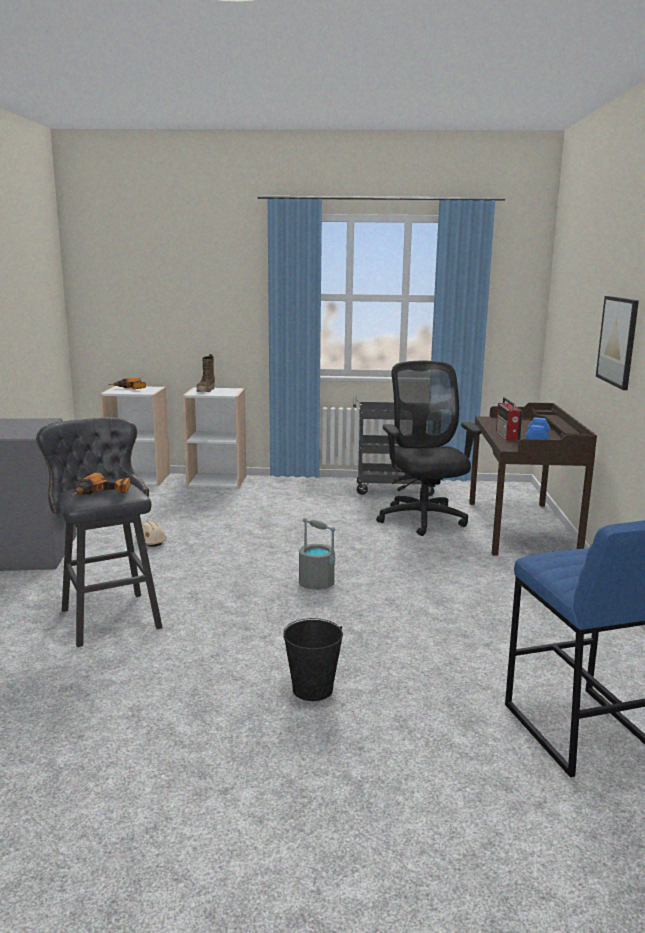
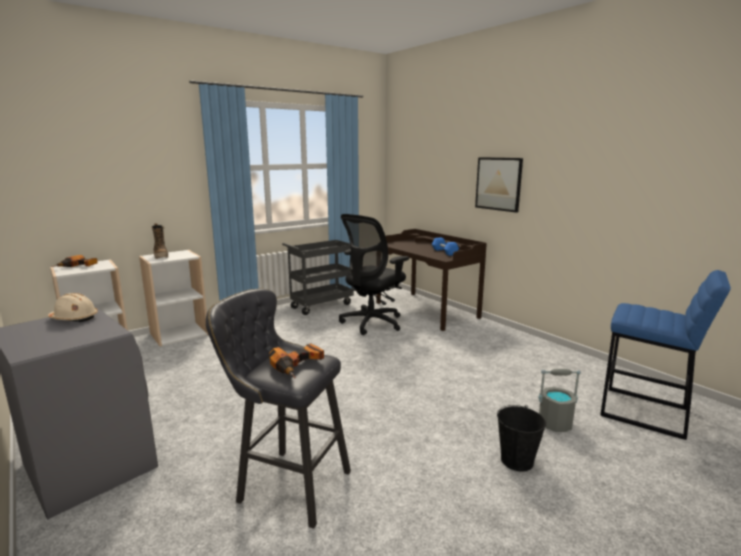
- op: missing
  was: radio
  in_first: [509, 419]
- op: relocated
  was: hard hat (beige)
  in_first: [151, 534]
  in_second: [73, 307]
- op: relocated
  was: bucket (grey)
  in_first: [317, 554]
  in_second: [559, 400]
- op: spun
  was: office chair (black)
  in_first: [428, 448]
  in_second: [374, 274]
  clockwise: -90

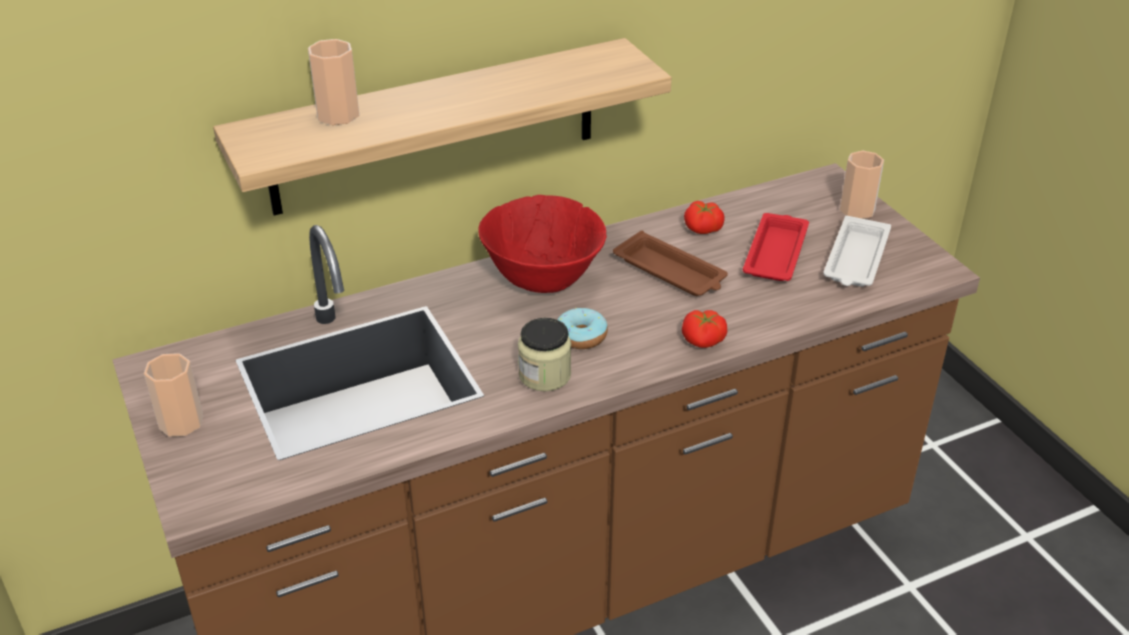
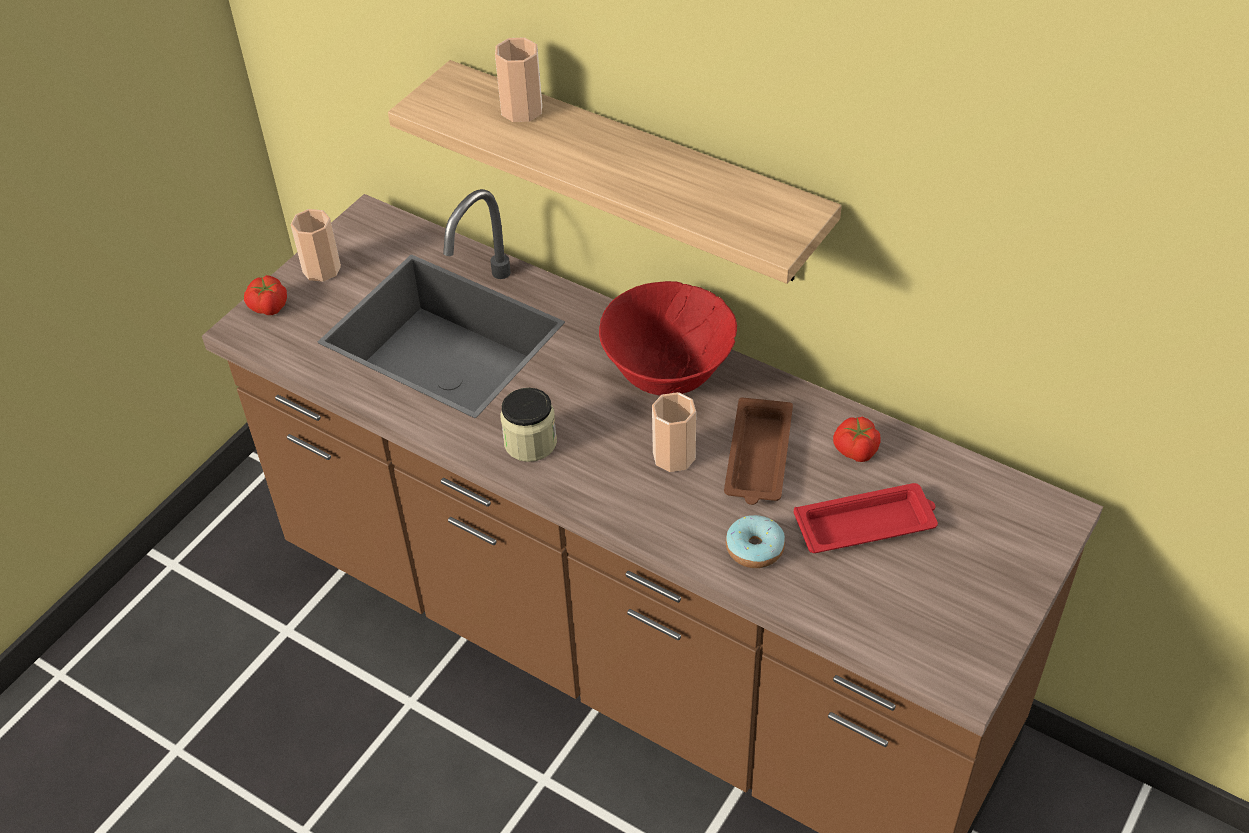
- op: missing
  was: tray (white)
  in_first: [857, 251]
- op: relocated
  was: donut
  in_first: [582, 328]
  in_second: [755, 541]
- op: relocated
  was: tomato
  in_first: [704, 329]
  in_second: [265, 295]
- op: relocated
  was: cup
  in_first: [862, 185]
  in_second: [674, 432]

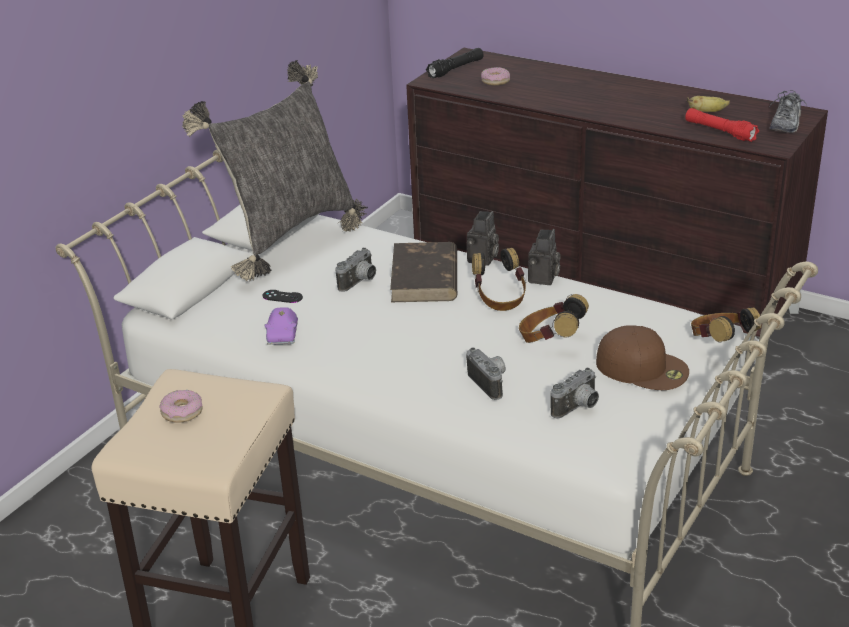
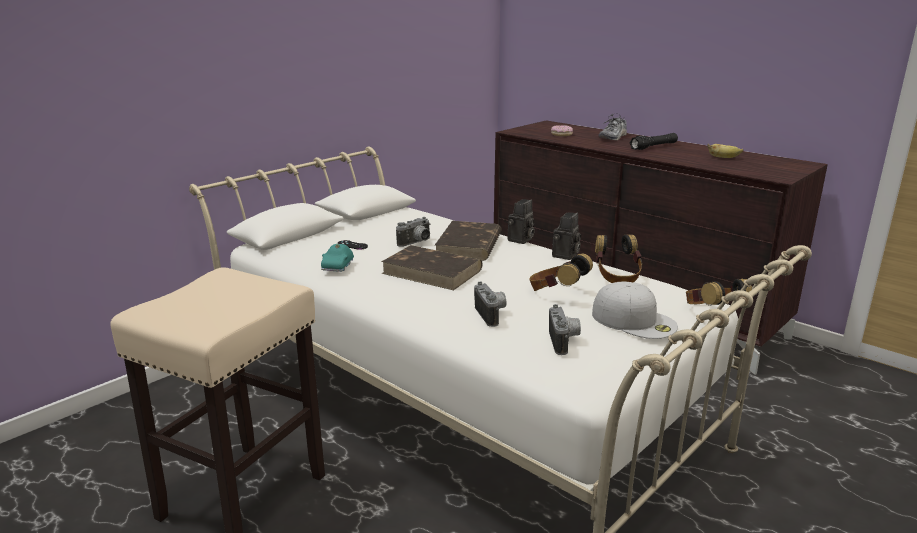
- op: missing
  was: donut
  in_first: [181, 406]
- op: missing
  was: pillow
  in_first: [275, 170]
- op: missing
  was: flashlight (red)
  in_first: [722, 125]
- op: appeared
  now: book (brown)
  in_second: [431, 267]
- op: relocated
  was: flashlight (black)
  in_first: [454, 63]
  in_second: [653, 141]
- op: relocated
  was: headphones
  in_first: [499, 279]
  in_second: [619, 259]
- op: relocated
  was: shoe
  in_first: [788, 111]
  in_second: [612, 126]
- op: colour
  was: toy car (purple)
  now: toy car (turquoise)
  in_first: [281, 326]
  in_second: [337, 258]
- op: colour
  was: cap (brown)
  now: cap (white)
  in_first: [642, 357]
  in_second: [635, 310]
- op: spun
  was: photo camera
  in_first: [575, 393]
  in_second: [565, 329]
  clockwise: -60

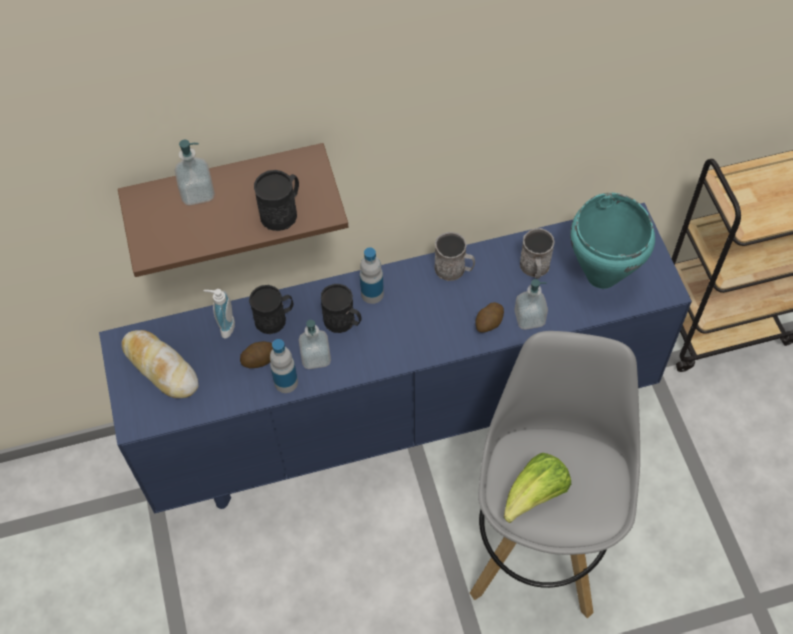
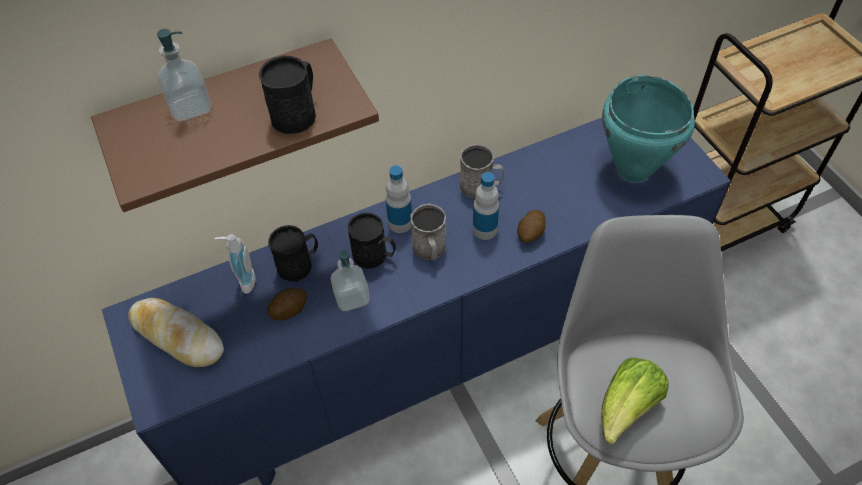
- op: missing
  was: soap dispenser
  in_first: [531, 304]
- op: relocated
  was: bottle
  in_first: [284, 366]
  in_second: [486, 206]
- op: relocated
  was: mug (grey)
  in_first: [537, 253]
  in_second: [428, 232]

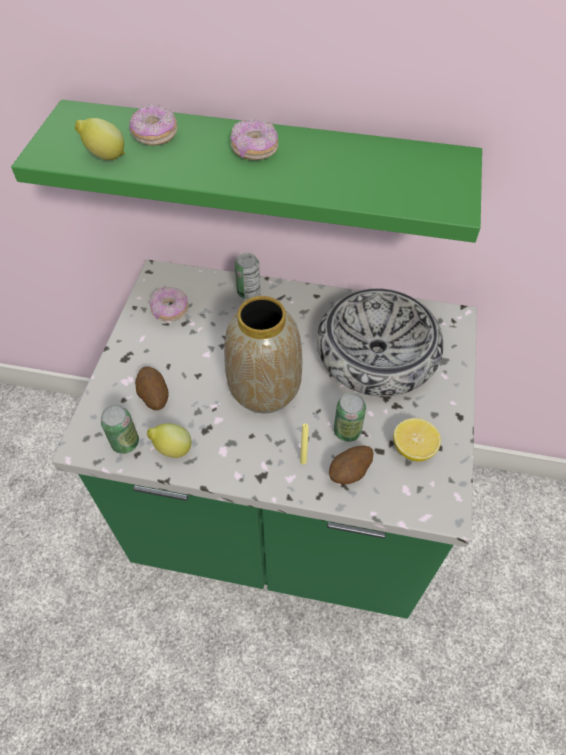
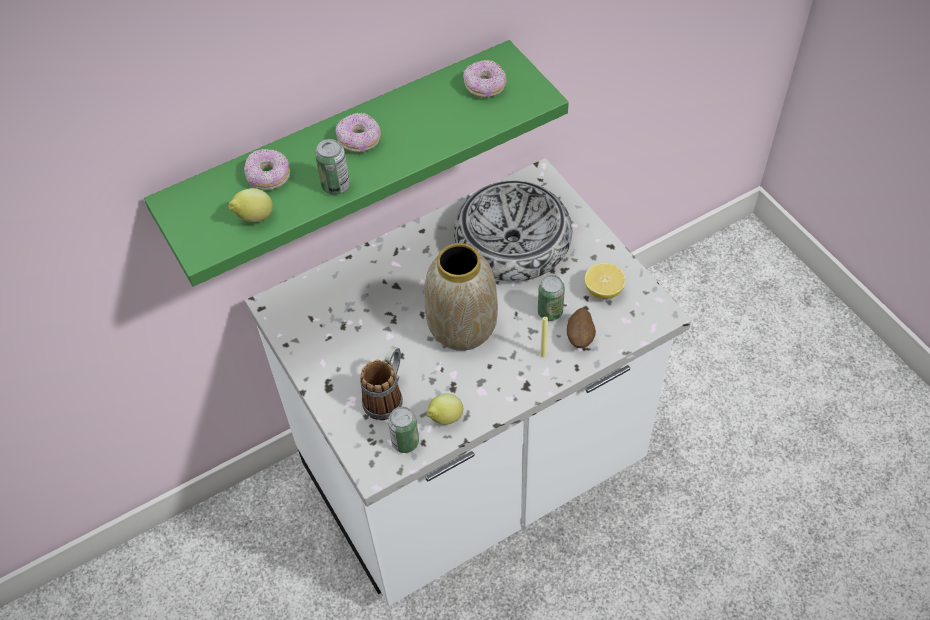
- op: relocated
  was: donut
  in_first: [168, 304]
  in_second: [484, 79]
- op: relocated
  was: can
  in_first: [247, 276]
  in_second: [332, 167]
- op: exchanged
  was: potato
  now: mug
  in_first: [152, 388]
  in_second: [381, 383]
- op: colour
  was: counter (green)
  now: counter (white)
  in_first: [264, 439]
  in_second: [468, 382]

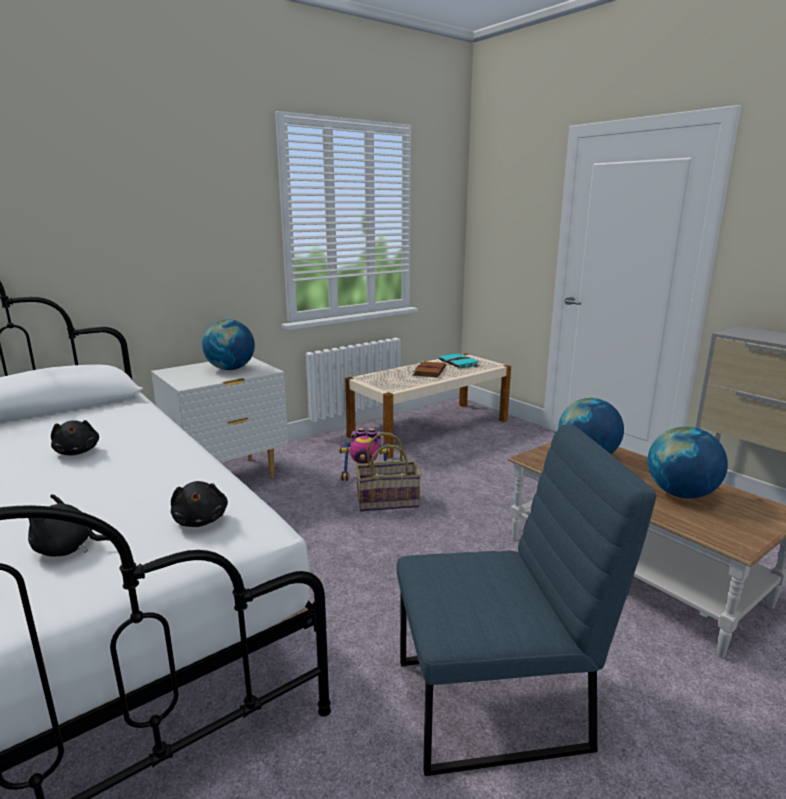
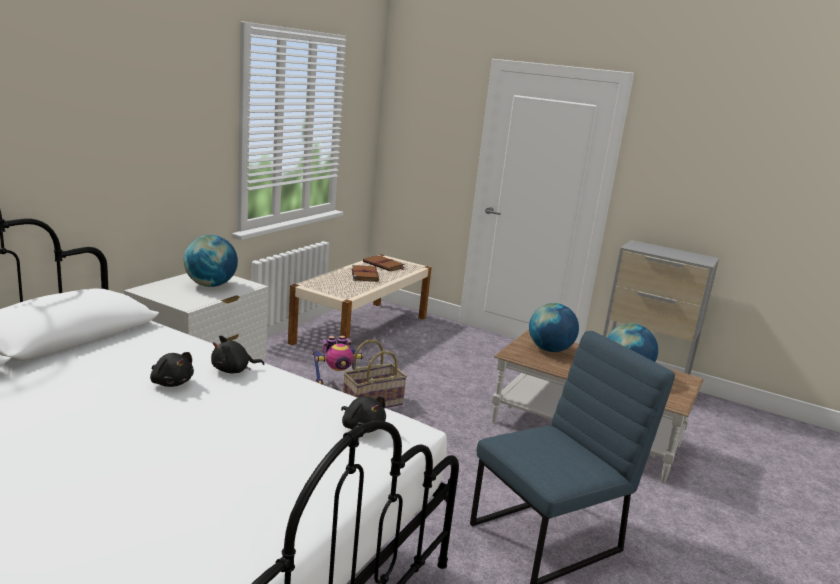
- op: relocated
  was: plush toy (black)
  in_first: [71, 525]
  in_second: [237, 355]
- op: colour
  was: book (turquoise)
  now: book (brown)
  in_first: [459, 360]
  in_second: [384, 263]

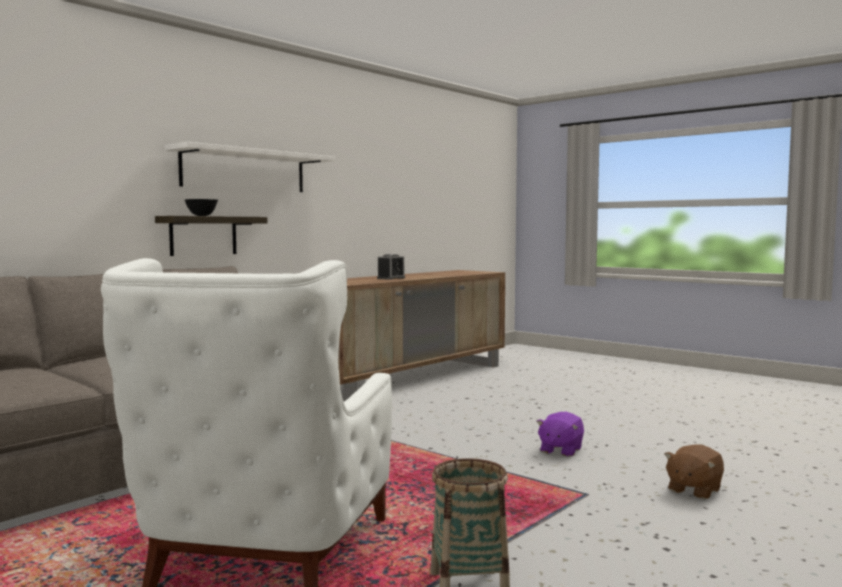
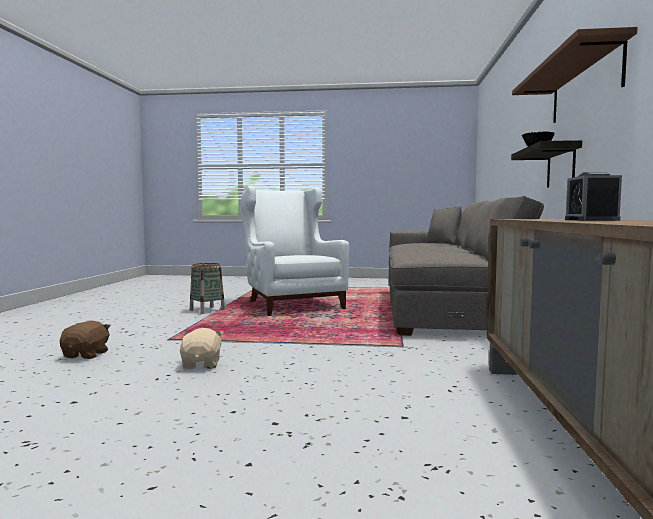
- op: colour
  was: shelf (white)
  now: shelf (brown)
  in_first: [249, 167]
  in_second: [575, 75]
- op: colour
  was: plush toy (purple)
  now: plush toy (beige)
  in_first: [560, 434]
  in_second: [202, 348]

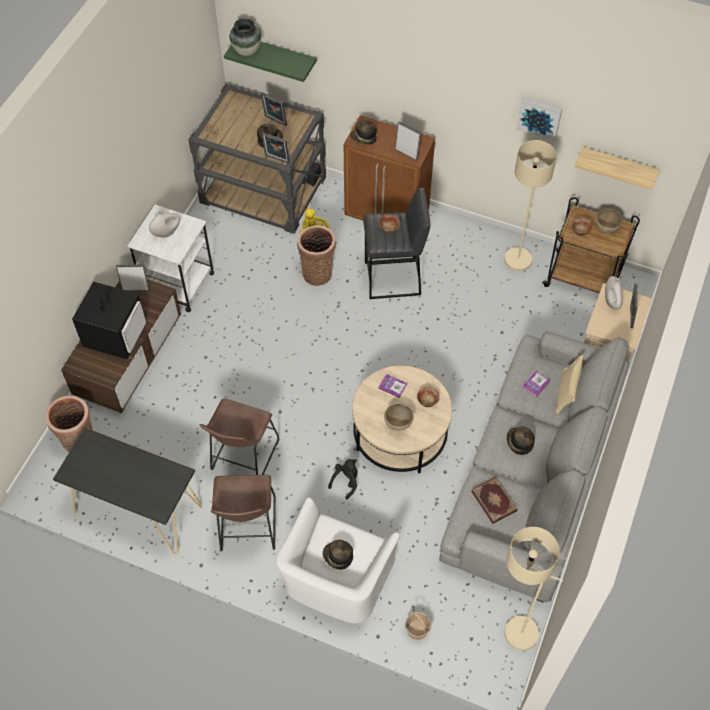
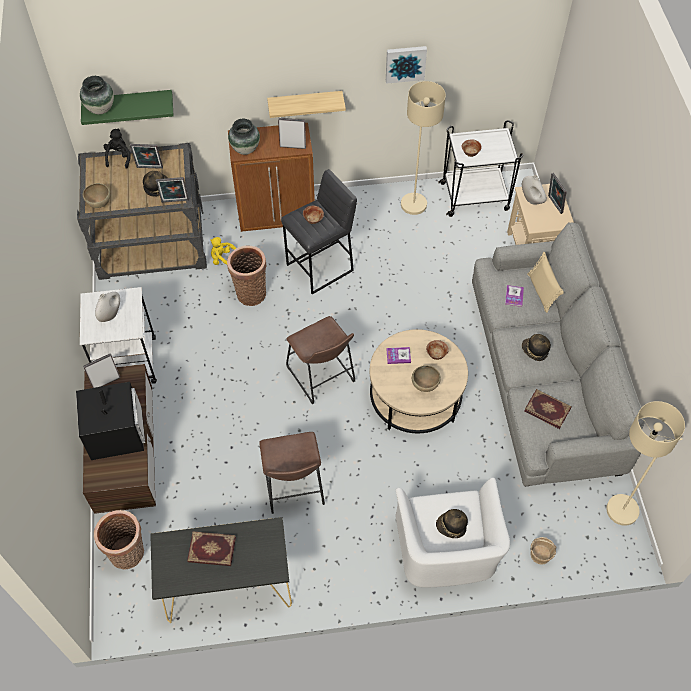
- op: appeared
  now: book
  in_second: [211, 548]
- op: relocated
  was: stool (brown)
  in_first: [243, 513]
  in_second: [320, 360]
- op: relocated
  was: plush toy (black)
  in_first: [343, 479]
  in_second: [117, 149]
- op: relocated
  was: shelf
  in_first: [617, 168]
  in_second: [306, 104]
- op: relocated
  was: bowl (brown)
  in_first: [609, 221]
  in_second: [96, 195]
- op: exchanged
  was: hat
  now: vase
  in_first: [363, 132]
  in_second: [244, 137]
- op: colour
  was: cart (brown)
  now: cart (white)
  in_first: [591, 245]
  in_second: [480, 168]

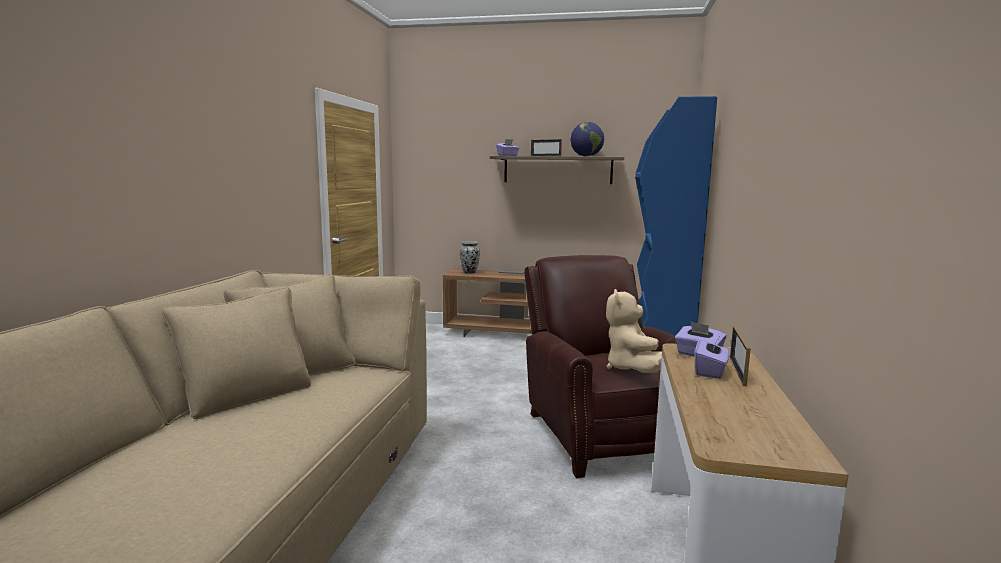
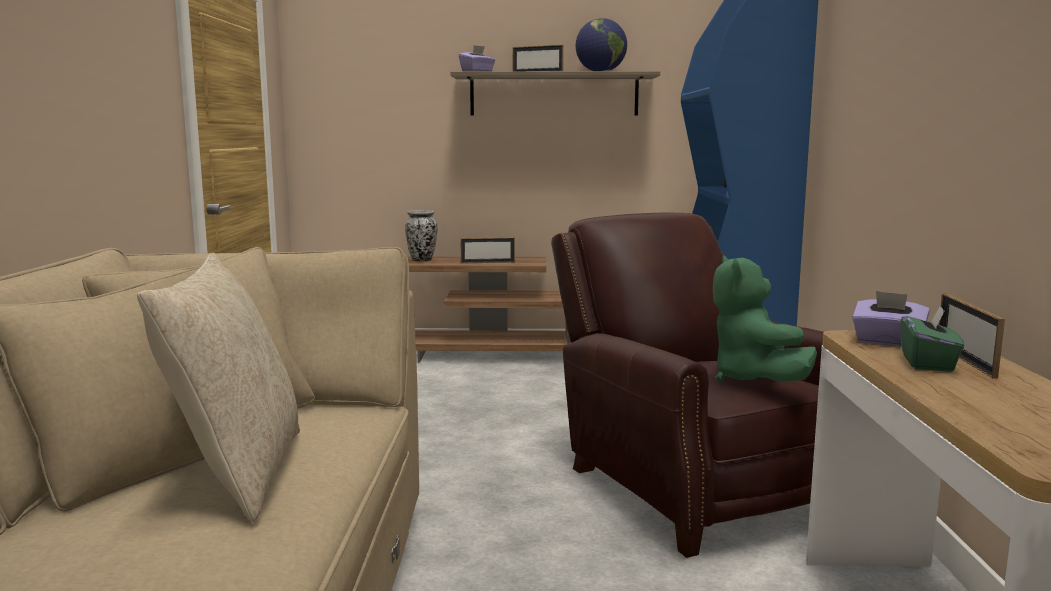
- op: appeared
  now: pillow (beige)
  in_second: [218, 387]
- op: appeared
  now: picture frame
  in_second: [487, 250]
- op: colour
  was: plush toy (beige)
  now: plush toy (green)
  in_first: [634, 331]
  in_second: [765, 318]
- op: colour
  was: tissue box (purple)
  now: tissue box (green)
  in_first: [712, 357]
  in_second: [932, 339]

